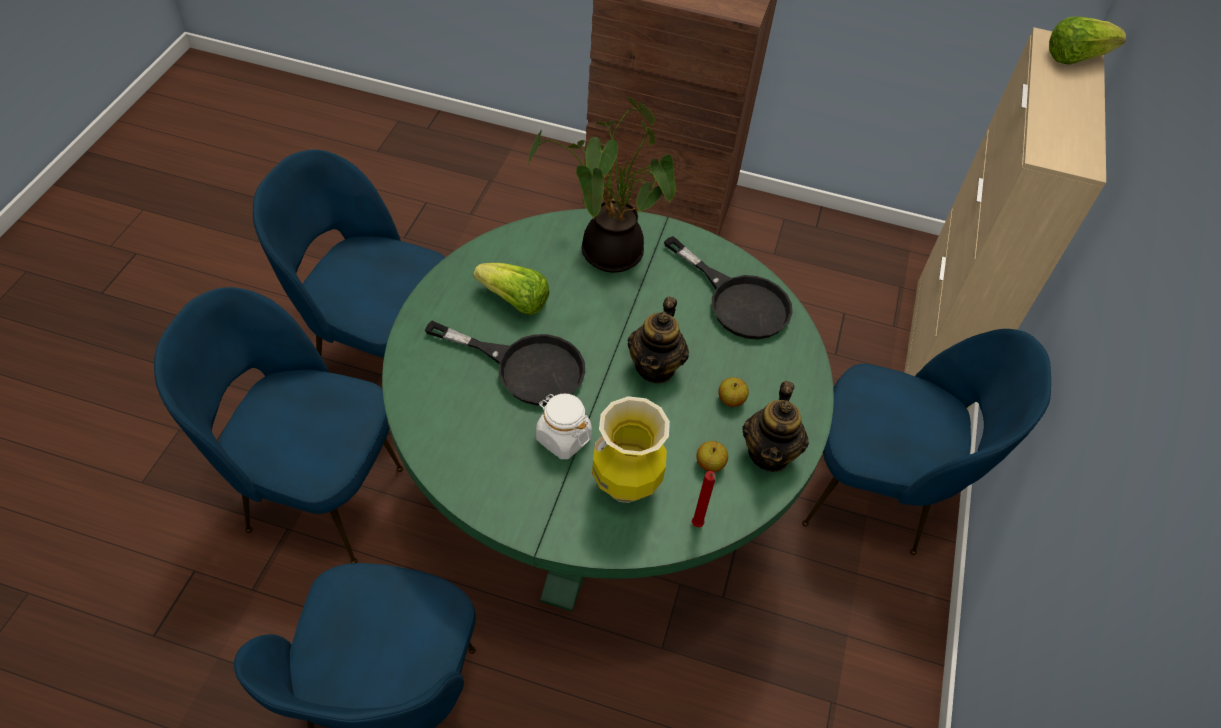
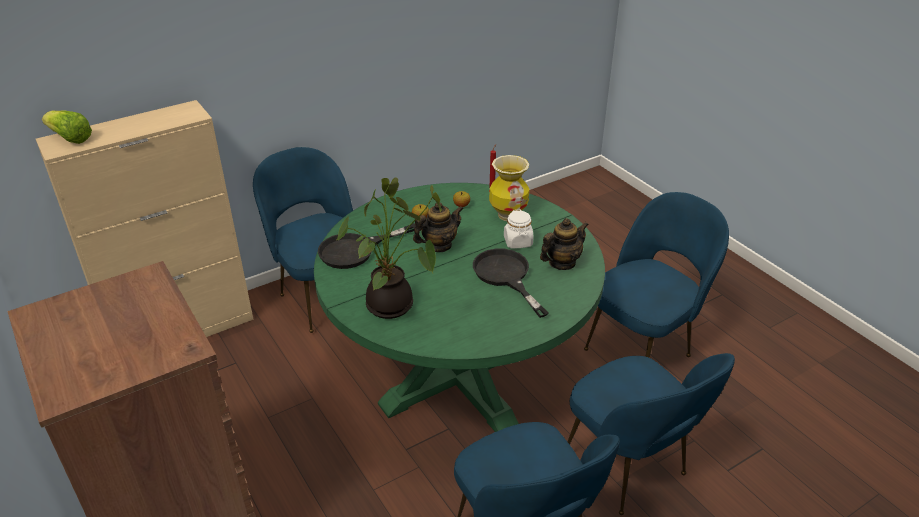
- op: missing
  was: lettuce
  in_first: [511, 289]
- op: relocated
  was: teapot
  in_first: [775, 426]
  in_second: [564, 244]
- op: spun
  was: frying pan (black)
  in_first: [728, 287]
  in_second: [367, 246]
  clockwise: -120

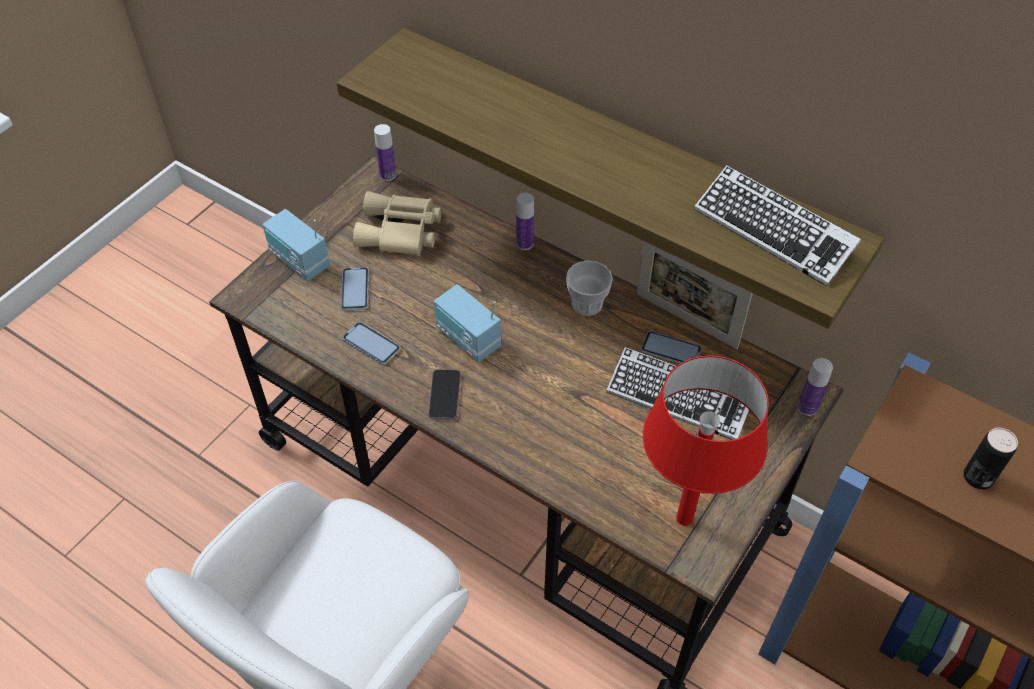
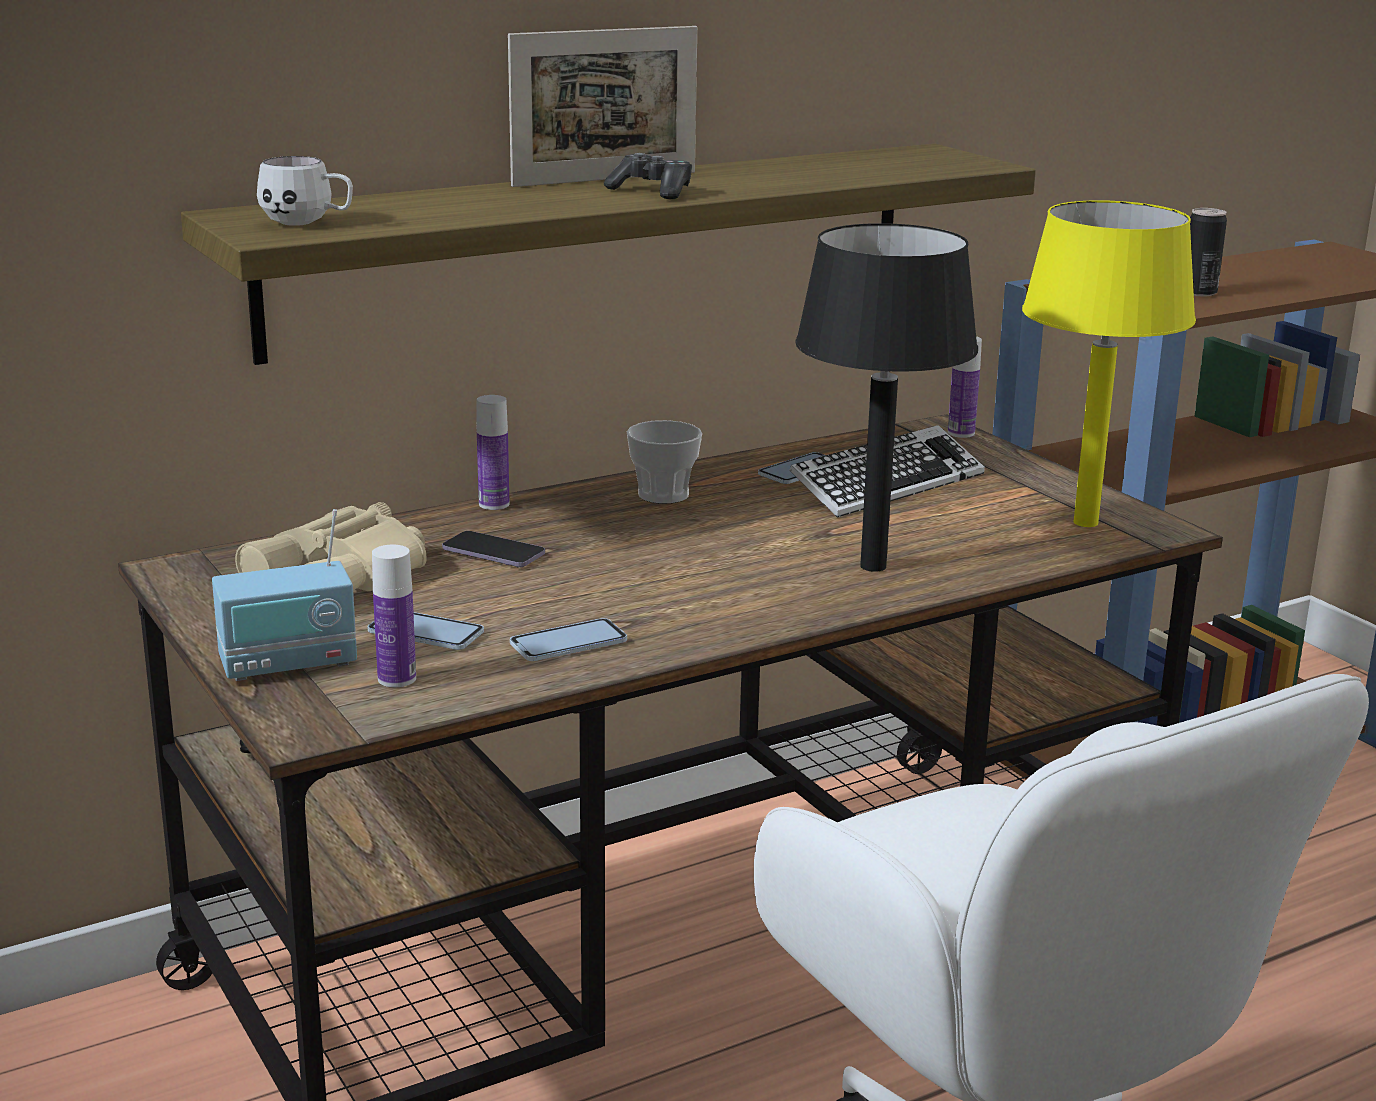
- op: missing
  was: radio
  in_first: [467, 323]
- op: missing
  was: keyboard
  in_first: [777, 225]
- op: appeared
  now: mug (white)
  in_second: [305, 191]
- op: appeared
  now: game controller
  in_second: [648, 176]
- op: appeared
  now: table lamp (black)
  in_second: [886, 397]
- op: relocated
  was: bottle
  in_first: [385, 152]
  in_second: [394, 616]
- op: relocated
  was: phone
  in_first: [444, 395]
  in_second: [493, 549]
- op: relocated
  was: picture frame
  in_first: [694, 295]
  in_second: [602, 106]
- op: colour
  was: table lamp (red)
  now: table lamp (yellow)
  in_first: [706, 440]
  in_second: [1109, 363]

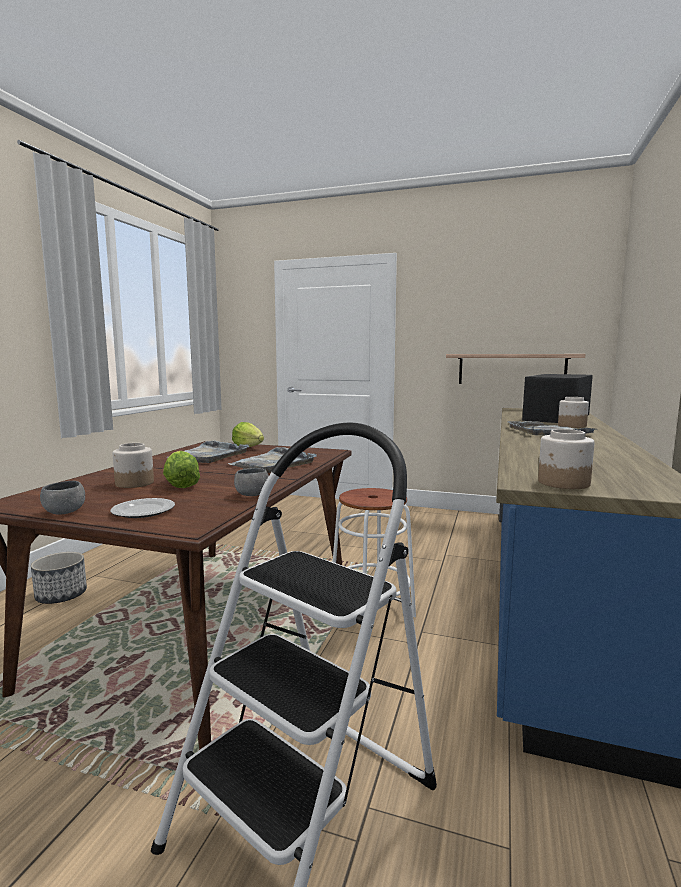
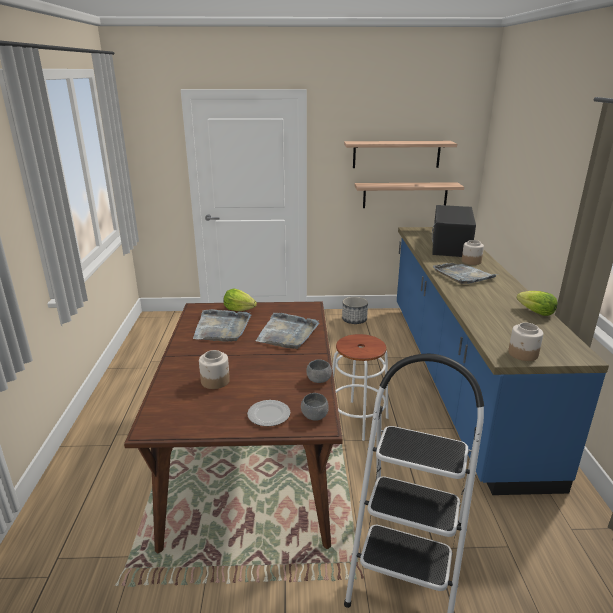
- op: appeared
  now: shelf
  in_second: [400, 154]
- op: relocated
  was: planter
  in_first: [59, 578]
  in_second: [355, 310]
- op: relocated
  was: bowl (grey)
  in_first: [62, 498]
  in_second: [315, 407]
- op: relocated
  was: lettuce
  in_first: [181, 469]
  in_second: [537, 303]

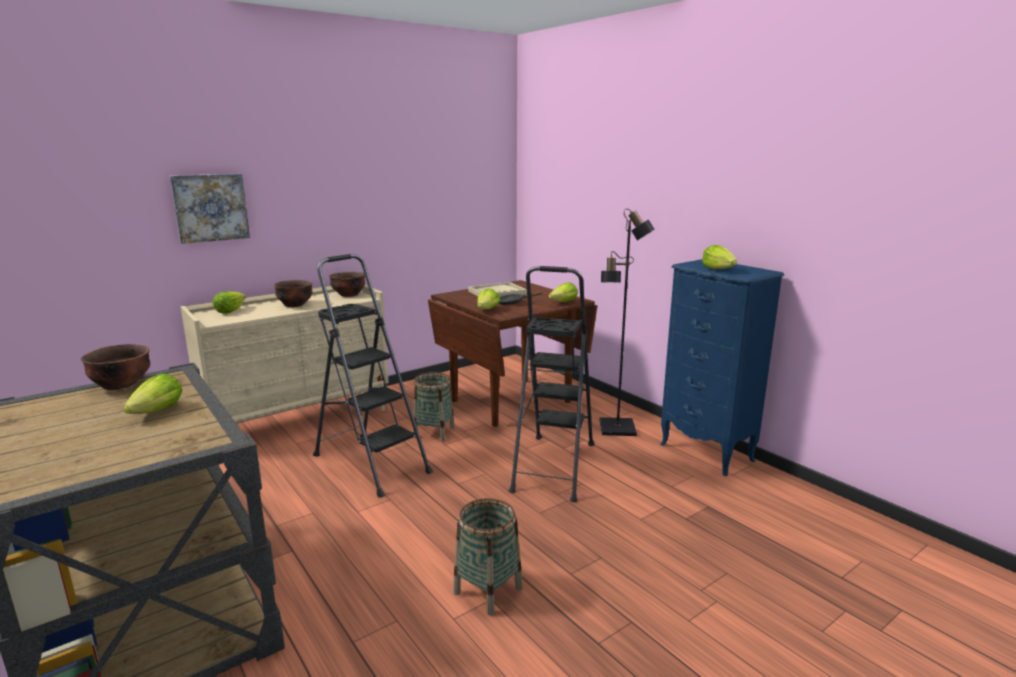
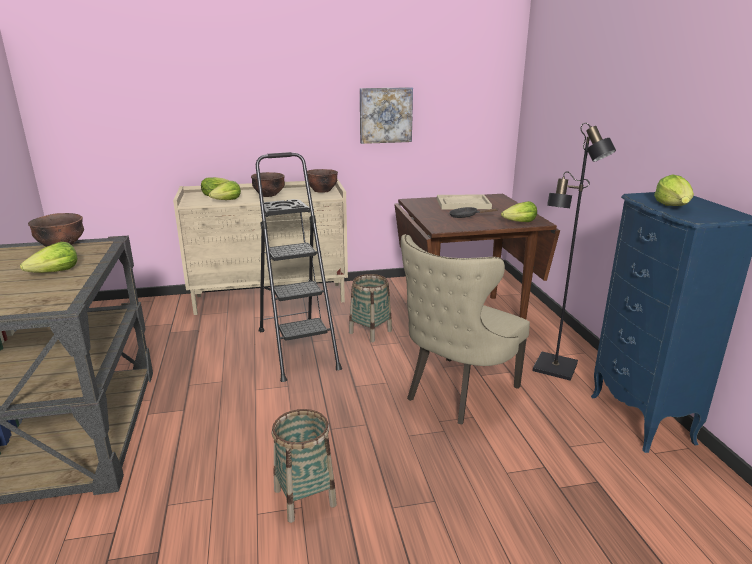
- op: relocated
  was: picture
  in_first: [210, 209]
  in_second: [386, 115]
- op: relocated
  was: lettuce
  in_first: [488, 299]
  in_second: [224, 190]
- op: exchanged
  was: step ladder
  now: chair (beige)
  in_first: [551, 384]
  in_second: [465, 329]

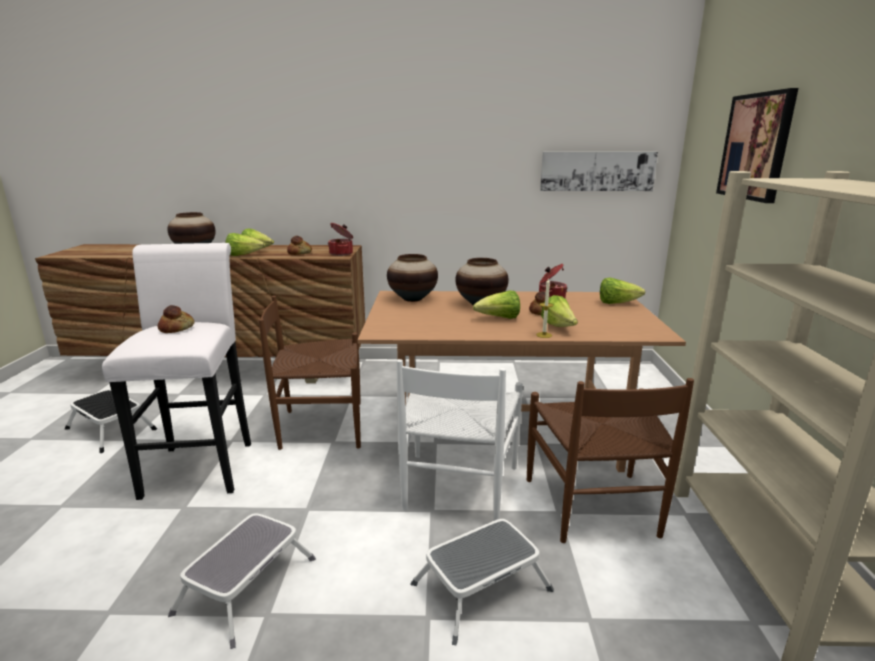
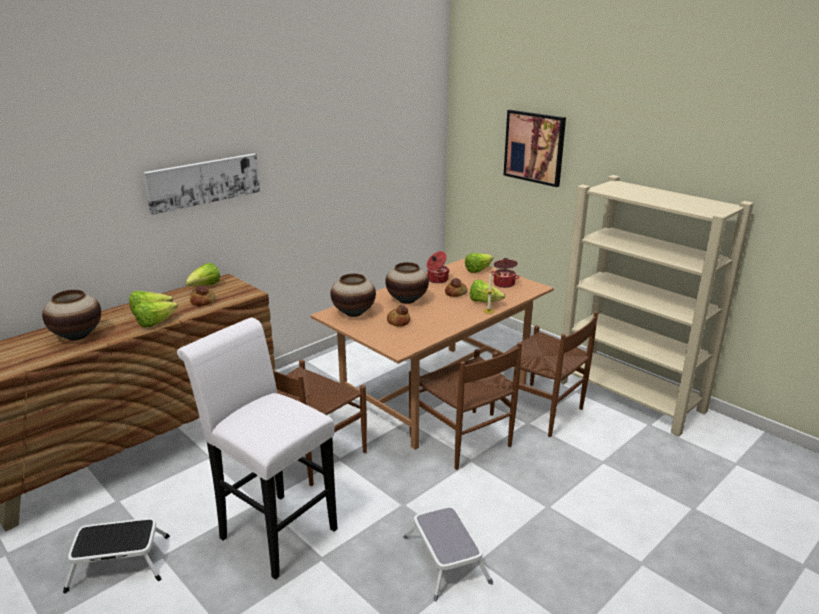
- op: missing
  was: step ladder (grey)
  in_first: [482, 582]
- op: relocated
  was: bread
  in_first: [176, 319]
  in_second: [398, 316]
- op: relocated
  was: cooking pot
  in_first: [340, 239]
  in_second: [505, 273]
- op: relocated
  was: lettuce
  in_first: [496, 304]
  in_second: [202, 274]
- op: relocated
  was: picture
  in_first: [599, 171]
  in_second: [201, 184]
- op: colour
  was: chair (white)
  now: chair (brown)
  in_first: [460, 440]
  in_second: [465, 406]

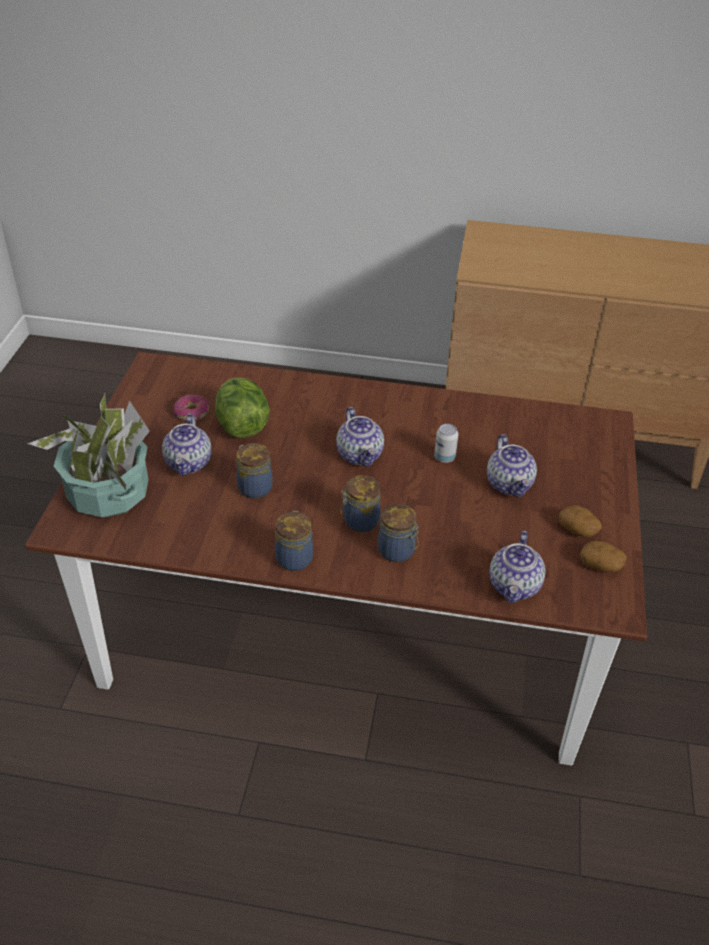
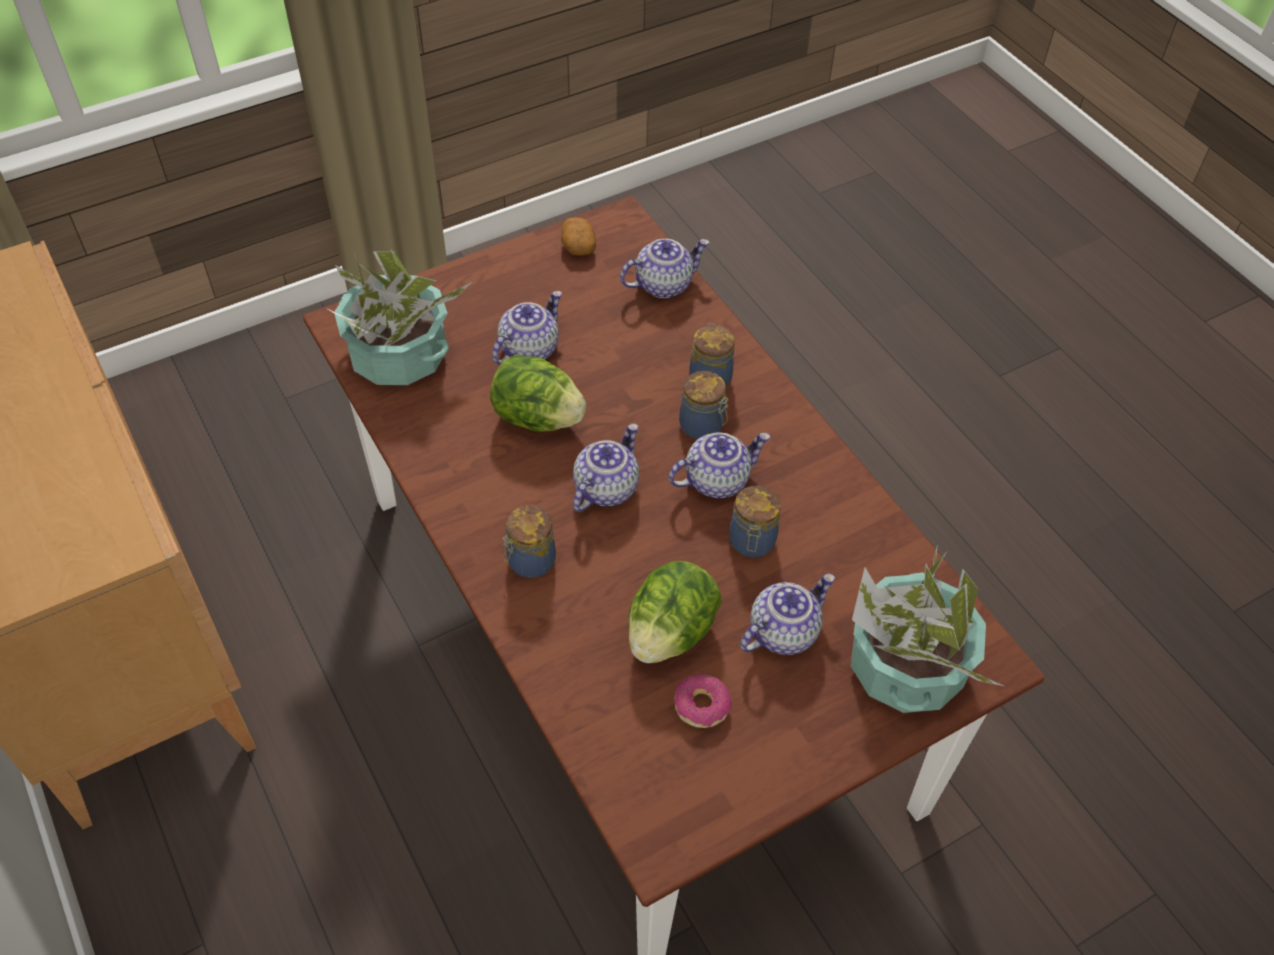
- op: missing
  was: potato
  in_first: [580, 521]
- op: appeared
  now: potted plant
  in_second: [399, 317]
- op: appeared
  now: teapot
  in_second: [719, 465]
- op: relocated
  was: jar
  in_first: [294, 541]
  in_second: [529, 541]
- op: exchanged
  was: can
  now: lettuce
  in_first: [446, 443]
  in_second: [538, 392]

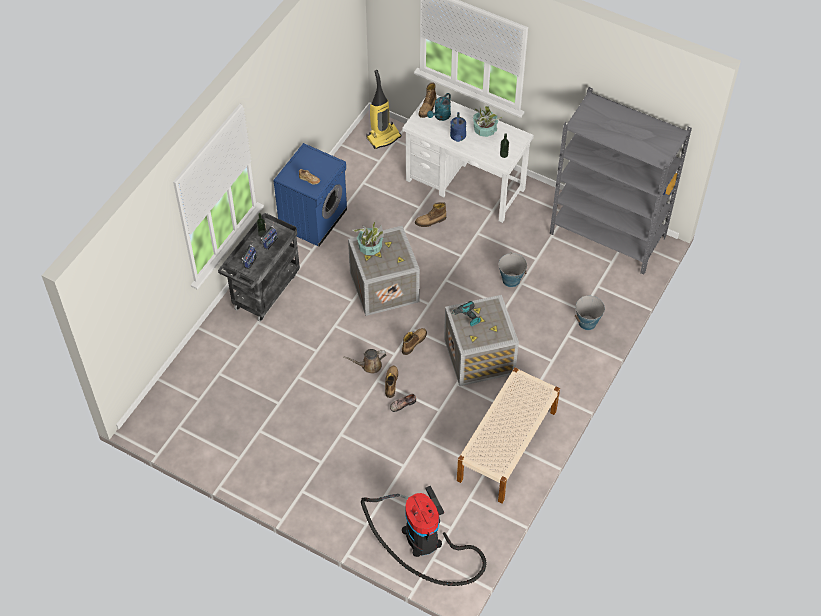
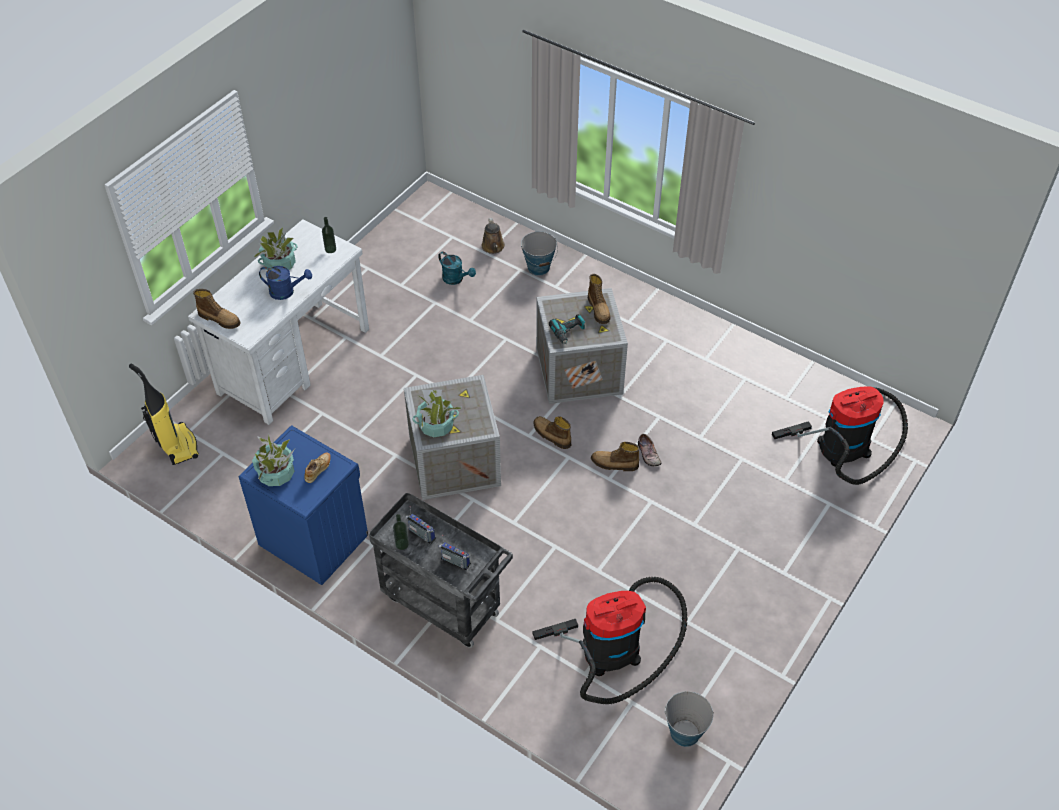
- op: missing
  was: bench (beige)
  in_first: [508, 435]
- op: missing
  was: bookcase (grey)
  in_first: [621, 181]
- op: appeared
  now: potted plant
  in_second: [273, 460]
- op: appeared
  now: vacuum cleaner
  in_second: [610, 640]
- op: relocated
  was: watering can (brown)
  in_first: [364, 361]
  in_second: [493, 236]
- op: relocated
  was: boot
  in_first: [430, 214]
  in_second: [599, 299]
- op: relocated
  was: watering can (turquoise)
  in_first: [439, 107]
  in_second: [457, 268]
- op: relocated
  was: bucket
  in_first: [513, 269]
  in_second: [689, 719]

